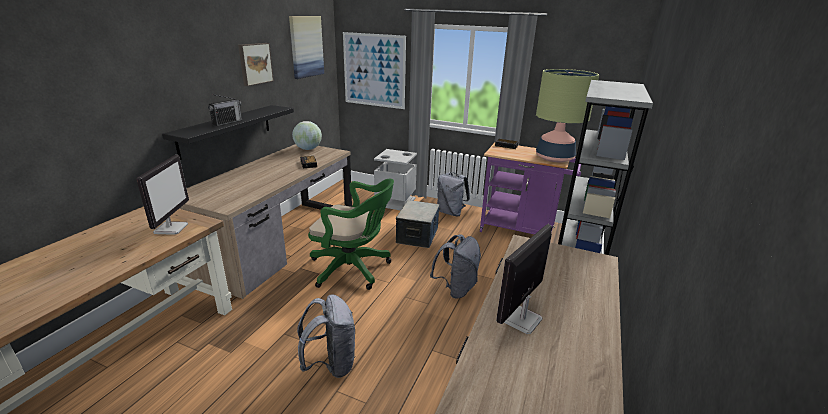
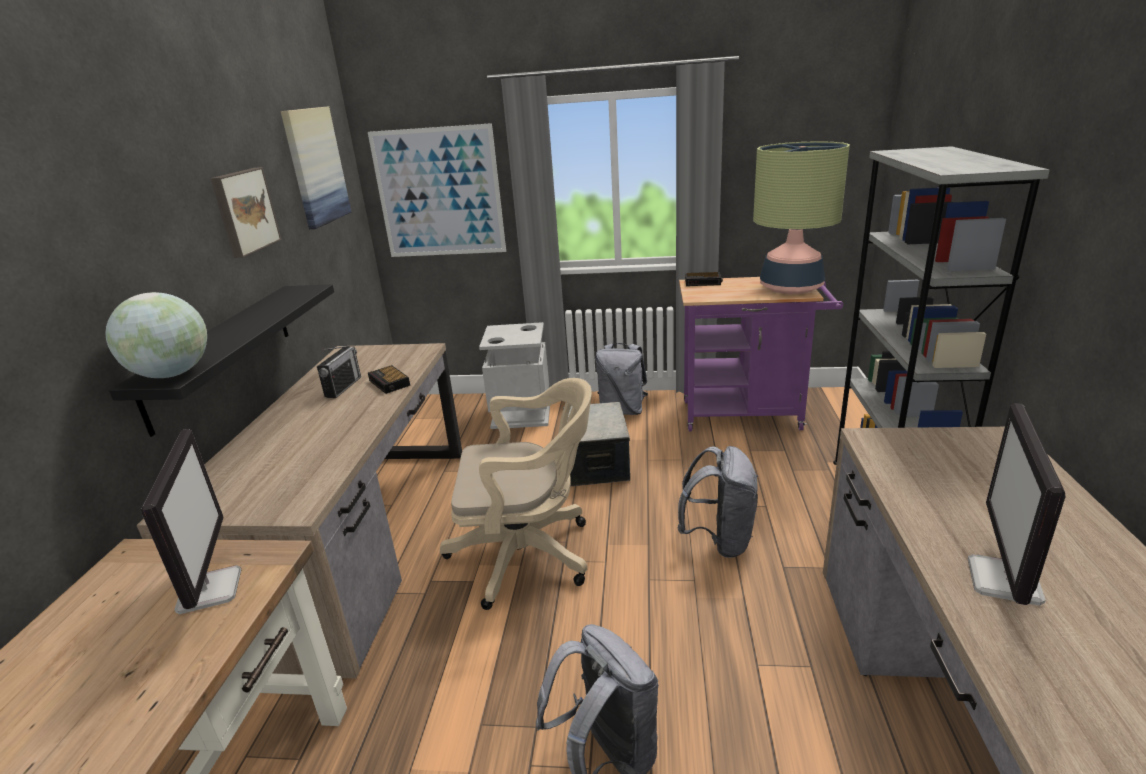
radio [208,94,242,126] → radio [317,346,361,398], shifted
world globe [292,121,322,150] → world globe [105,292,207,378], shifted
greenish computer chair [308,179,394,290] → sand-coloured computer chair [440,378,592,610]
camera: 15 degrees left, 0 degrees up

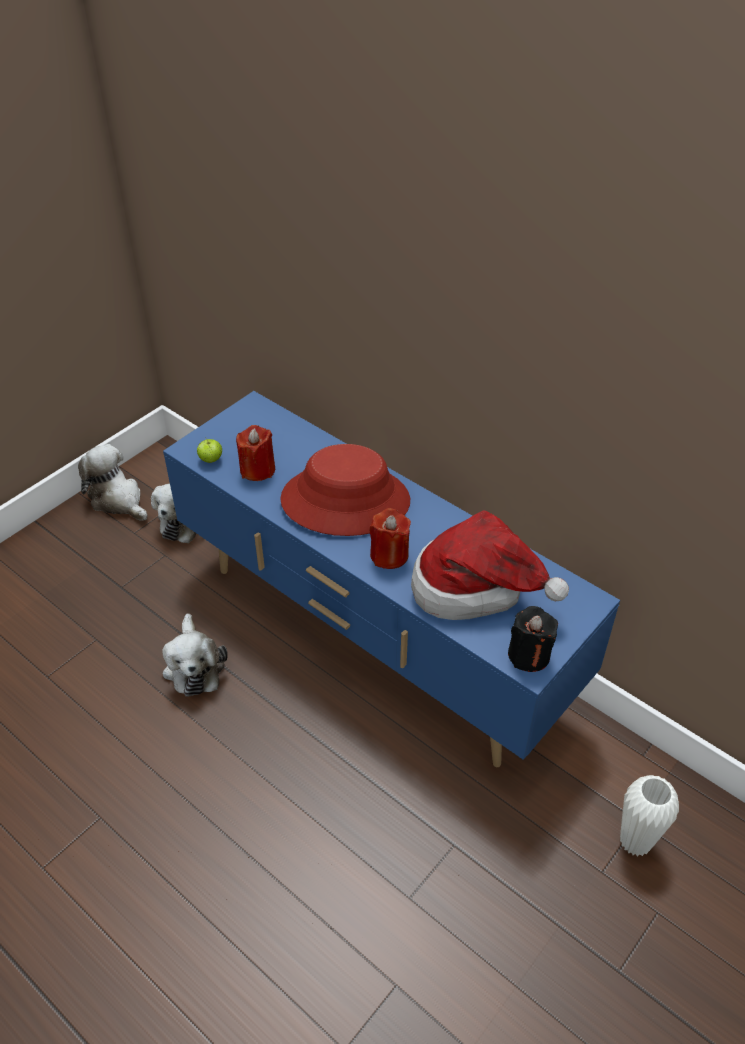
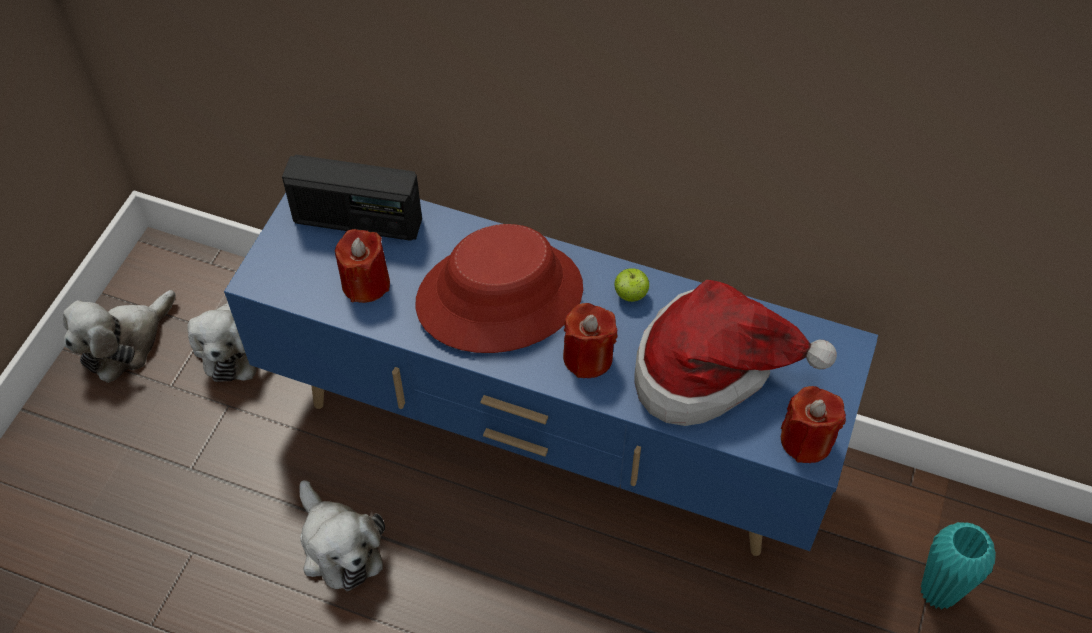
apple fruit [197,437,222,463] → apple fruit [615,268,649,302], shifted
plush toy [78,444,147,521] → plush toy [63,290,176,383], 75 degrees counterclockwise
black-coloured wax light [508,606,558,672] → red-coloured wax light [781,386,846,463]
white decorative vase [620,775,679,856] → blue-green decorative vase [921,522,996,609]
- → radio [282,155,422,241]
camera: 20 degrees left, 10 degrees up

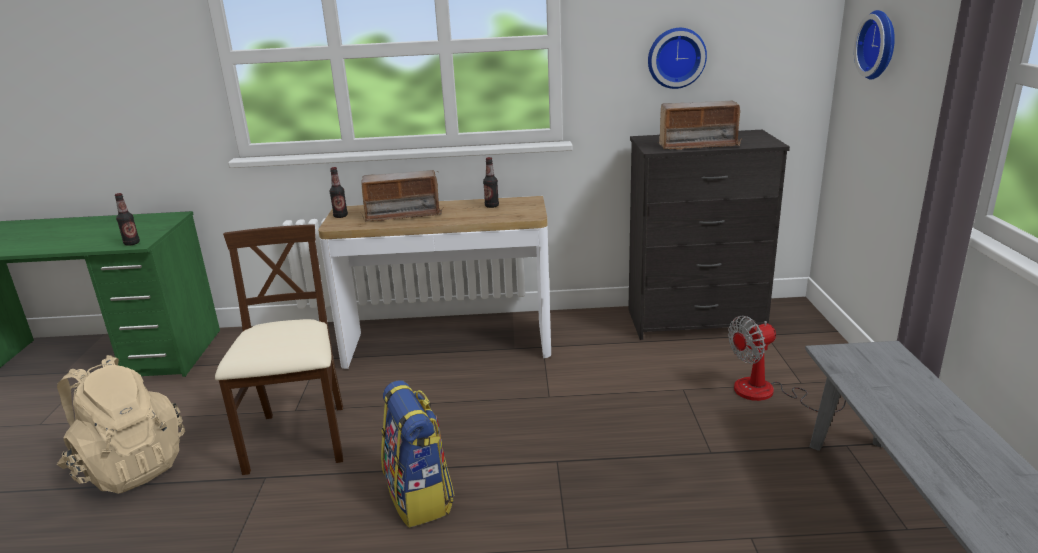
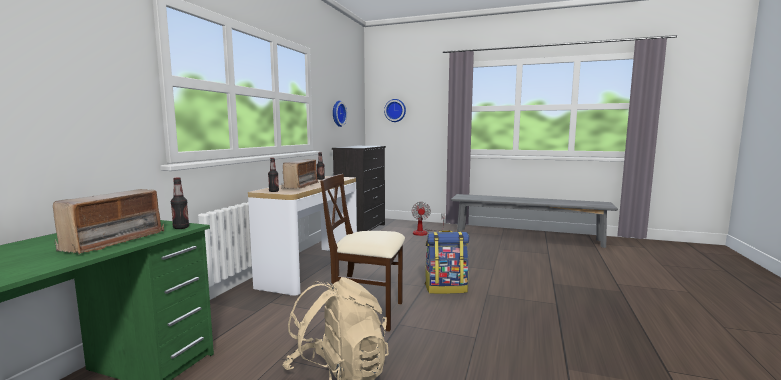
radio [657,101,742,150] → radio [53,189,164,255], shifted
camera: 70 degrees left, 15 degrees down

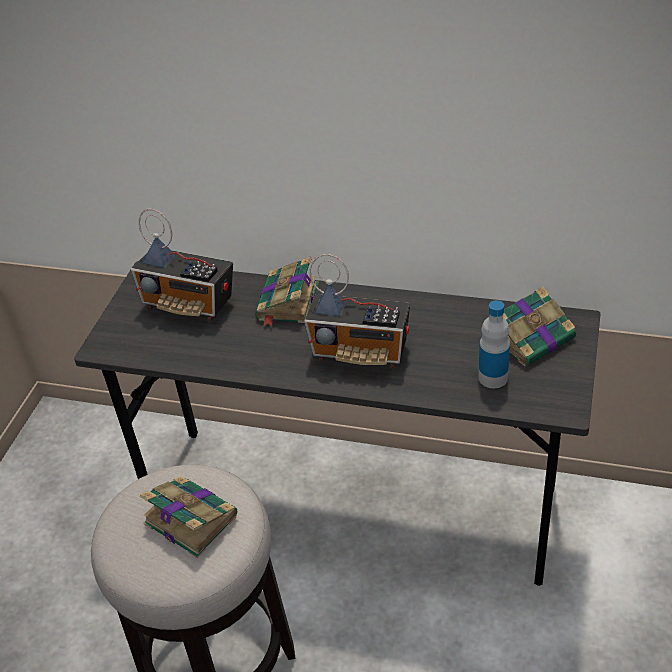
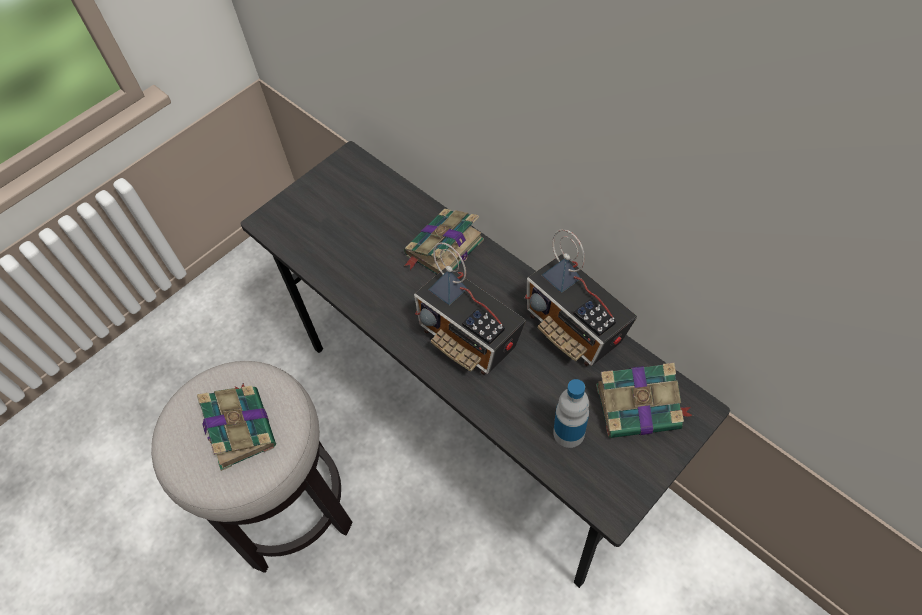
radio [131,209,233,322] → radio [525,229,637,366], shifted
camera: 30 degrees right, 15 degrees up

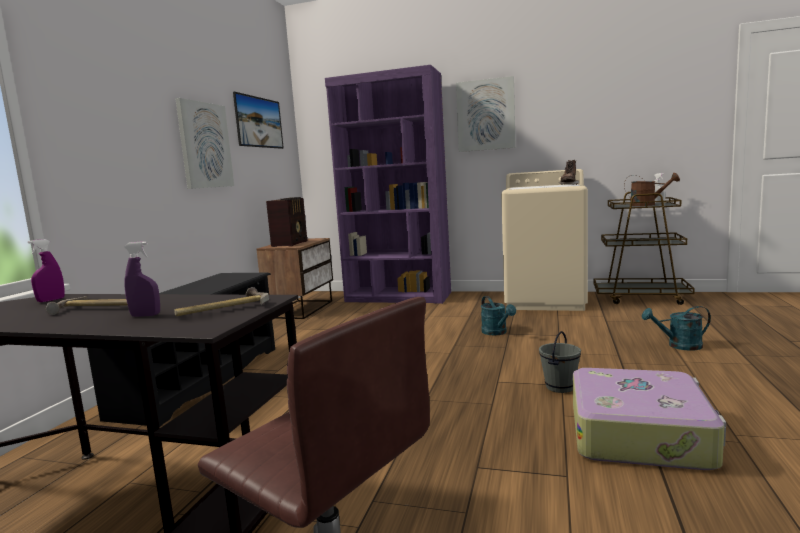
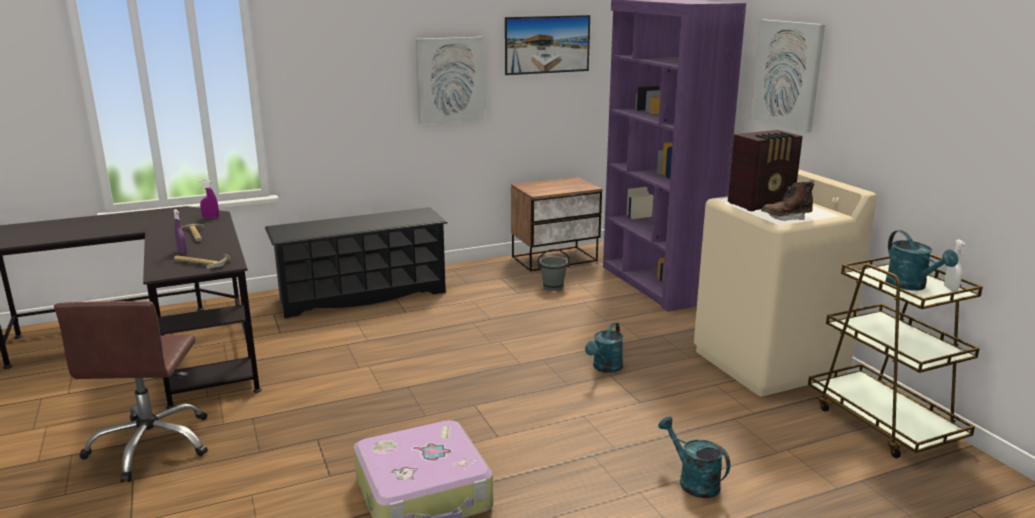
brown-coloured watering can [624,173,680,206] → blue-green watering can [885,230,958,291]
radio [266,197,307,247] → radio [728,130,803,212], shifted
greyish bucket [539,331,581,393] → greyish bucket [537,249,570,291], shifted
camera: 50 degrees right, 10 degrees up

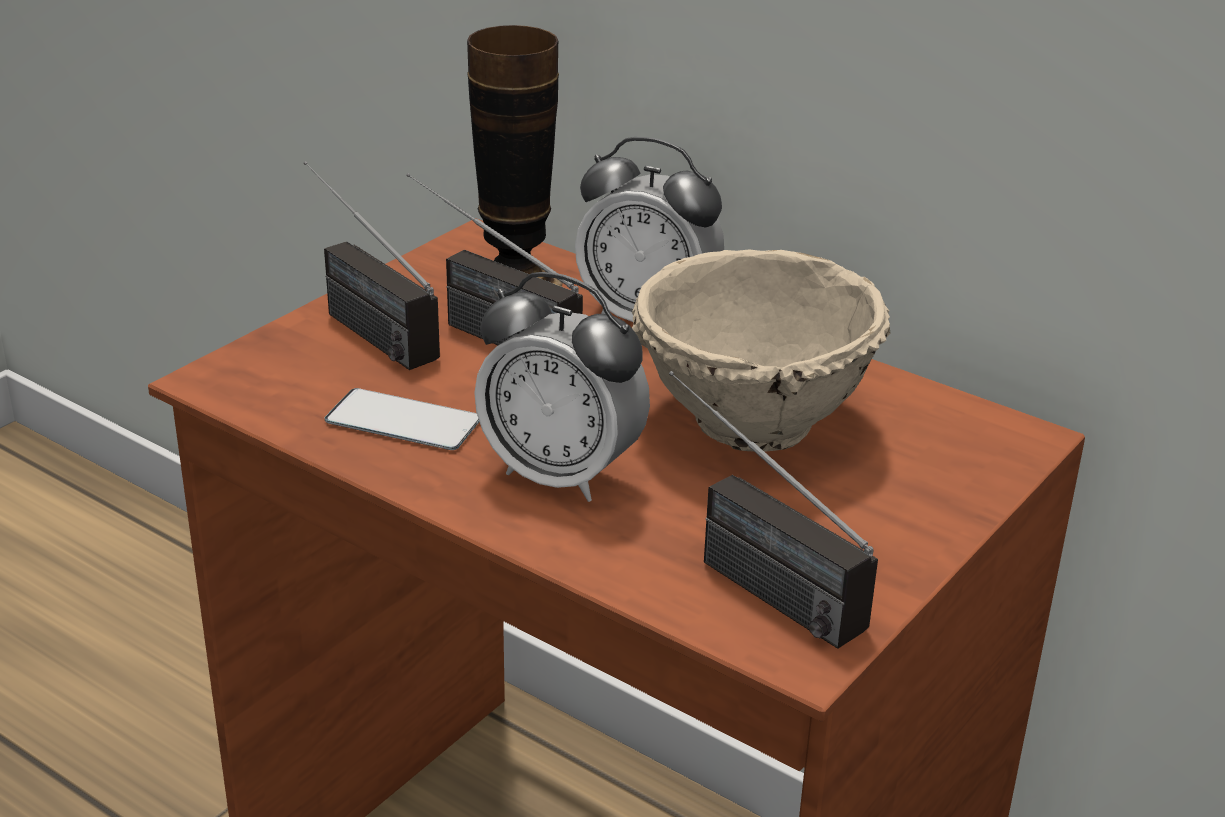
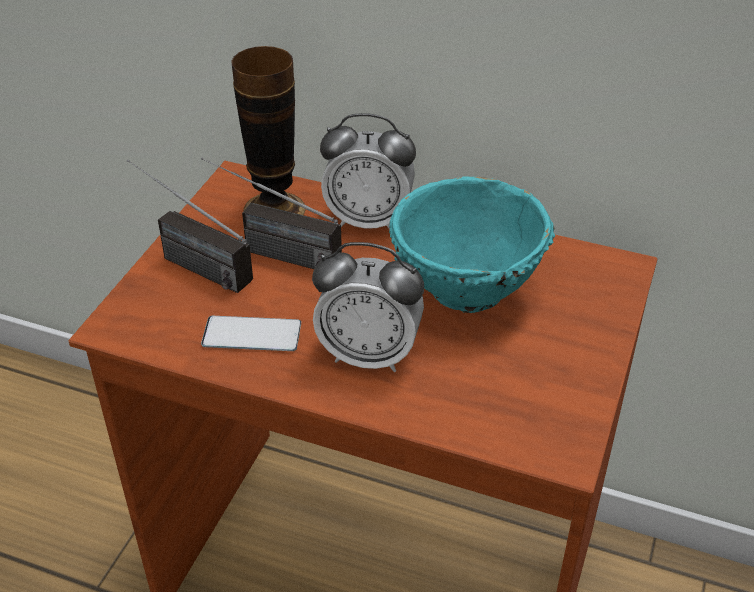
sand-coloured deep dish [632,250,891,452] → blue-green deep dish [389,176,555,313]
radio [669,371,878,649] → -
camera: 15 degrees left, 10 degrees up

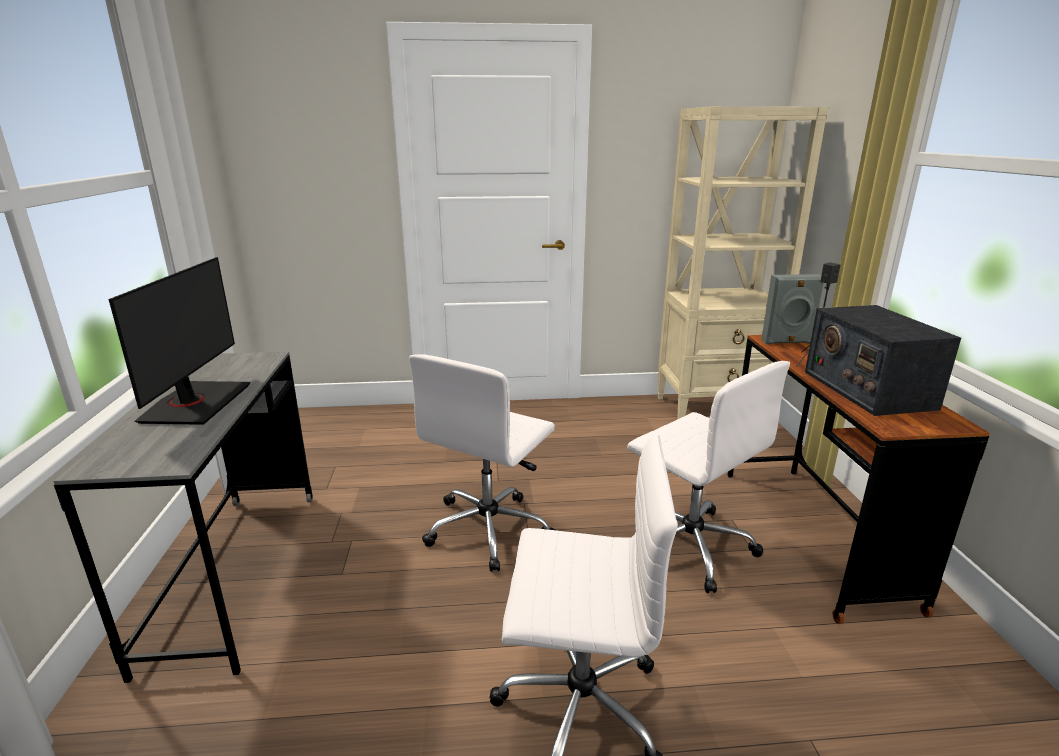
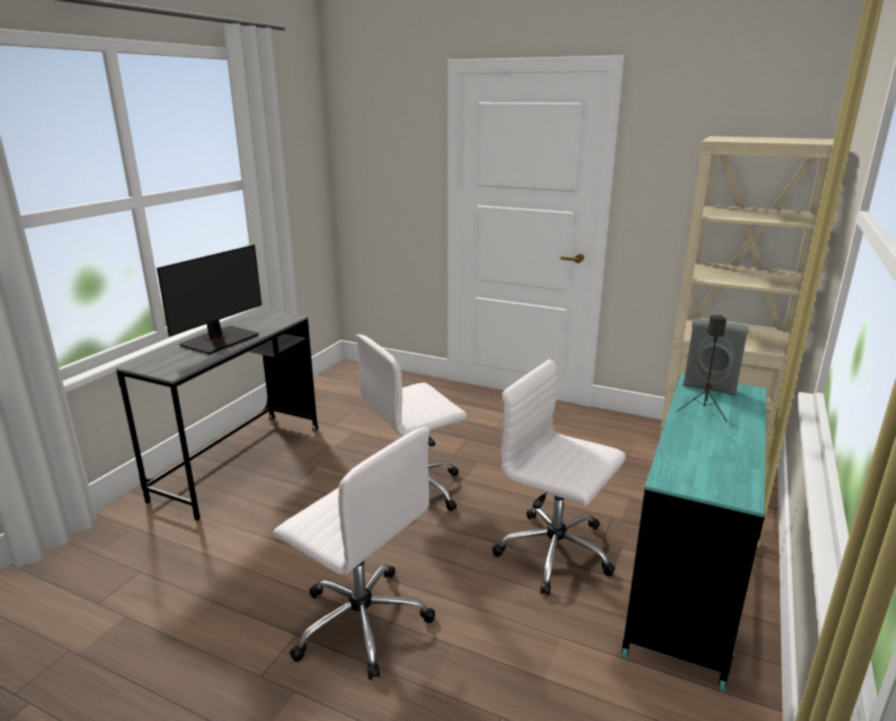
radio [805,305,961,416] → -
brown-coloured desk table [728,335,990,624] → blue-green desk table [621,374,766,692]
white computer chair [627,361,790,594] → white computer chair [492,359,626,596], 135 degrees clockwise
camera: 30 degrees right, 0 degrees up

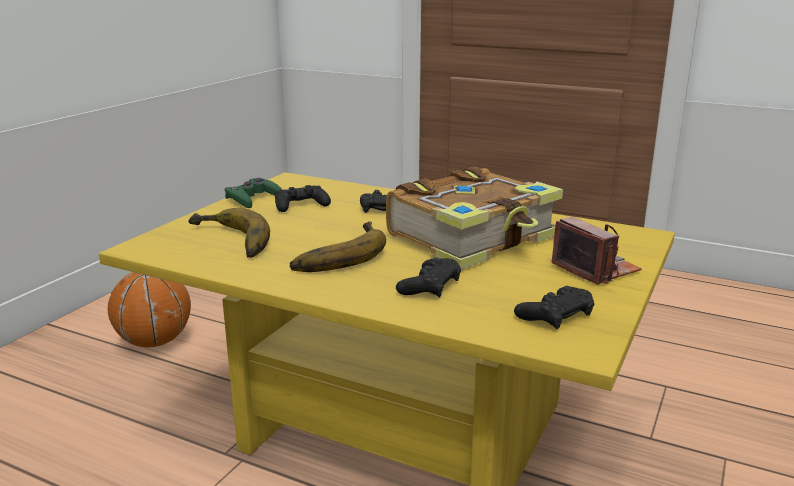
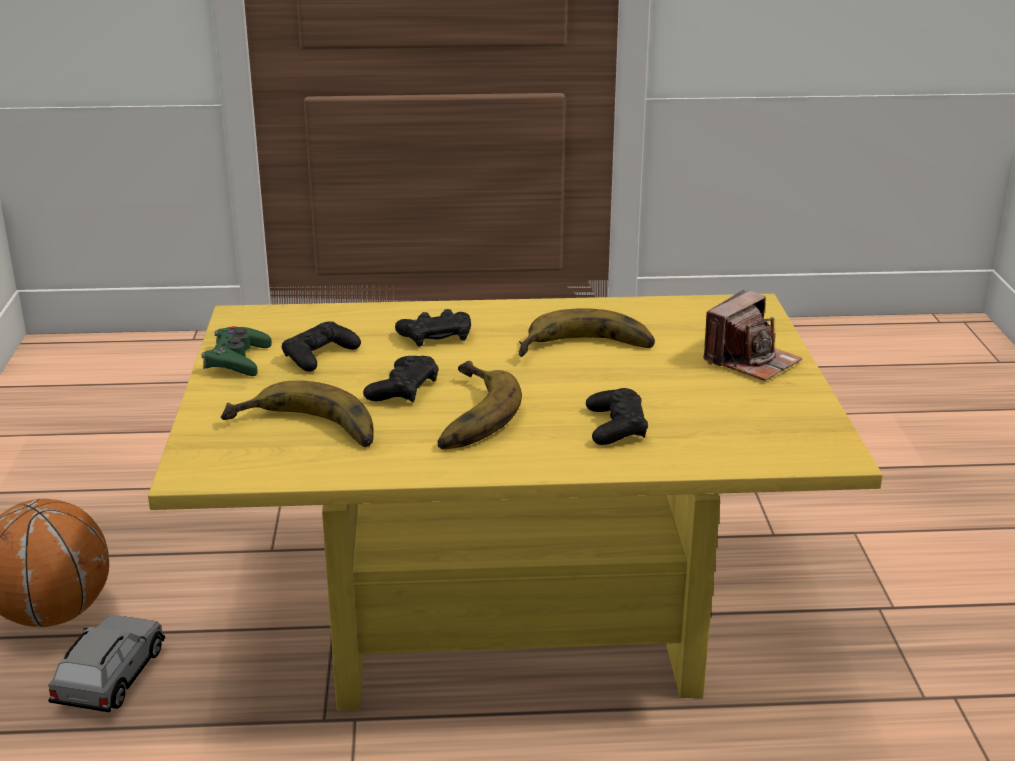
bound book [386,167,563,269] → whole banana [519,308,655,357]
photo camera [551,217,642,285] → photo camera [703,290,802,381], 105 degrees clockwise
black-coloured game controller [514,286,594,330] → black-coloured game controller [363,356,439,403], shifted
- → greyish miniature car [48,614,165,712]
camera: 30 degrees left, 5 degrees up

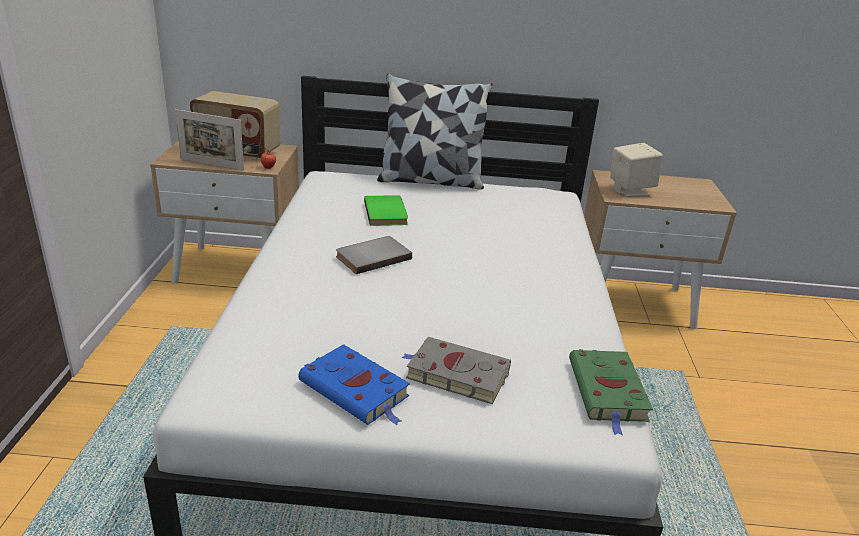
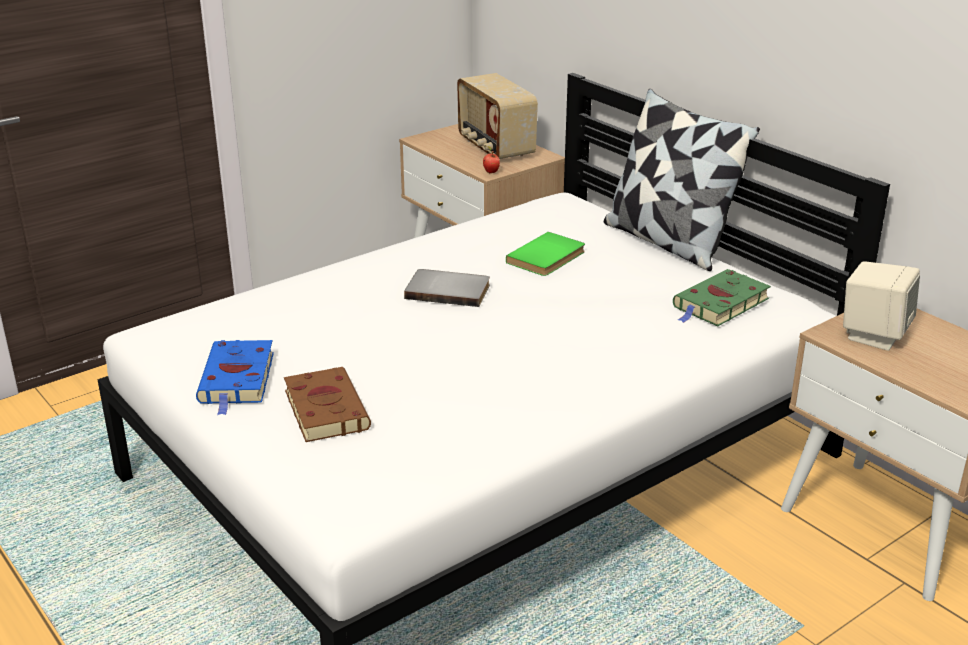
picture frame [175,109,244,171] → -
greyish bound book [401,337,511,404] → brown-coloured bound book [284,367,371,442]
greenish bound book [569,349,653,435] → greenish bound book [673,269,771,326], shifted
camera: 50 degrees right, 0 degrees up

